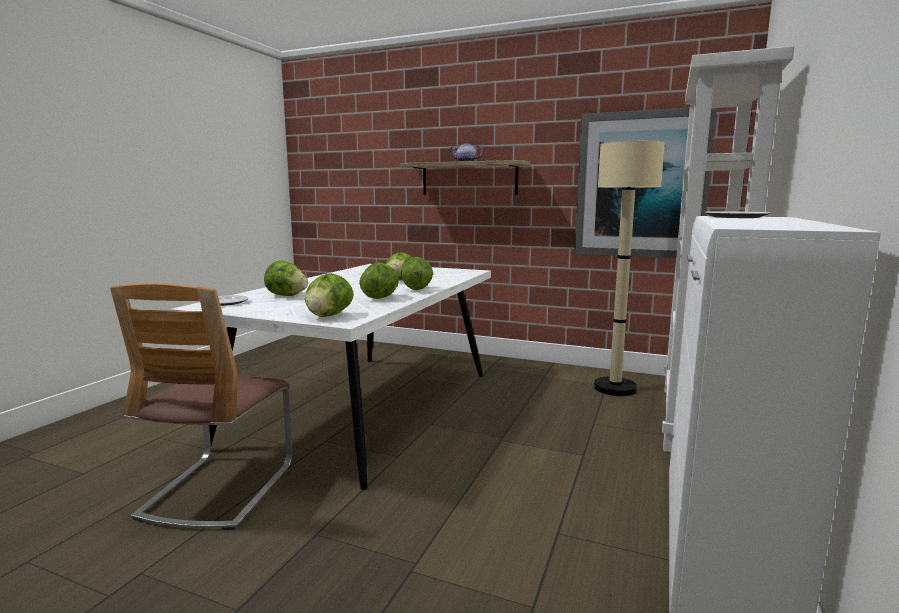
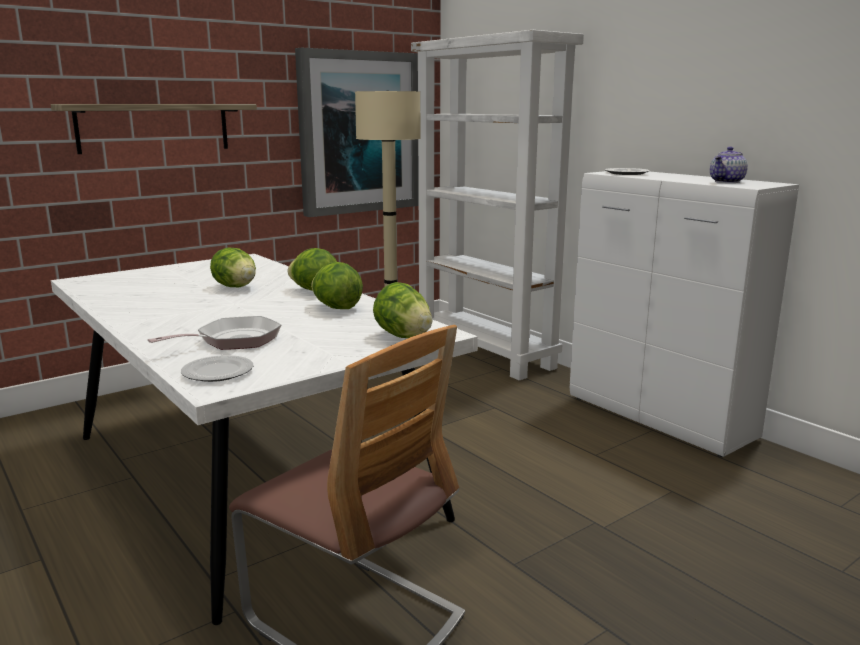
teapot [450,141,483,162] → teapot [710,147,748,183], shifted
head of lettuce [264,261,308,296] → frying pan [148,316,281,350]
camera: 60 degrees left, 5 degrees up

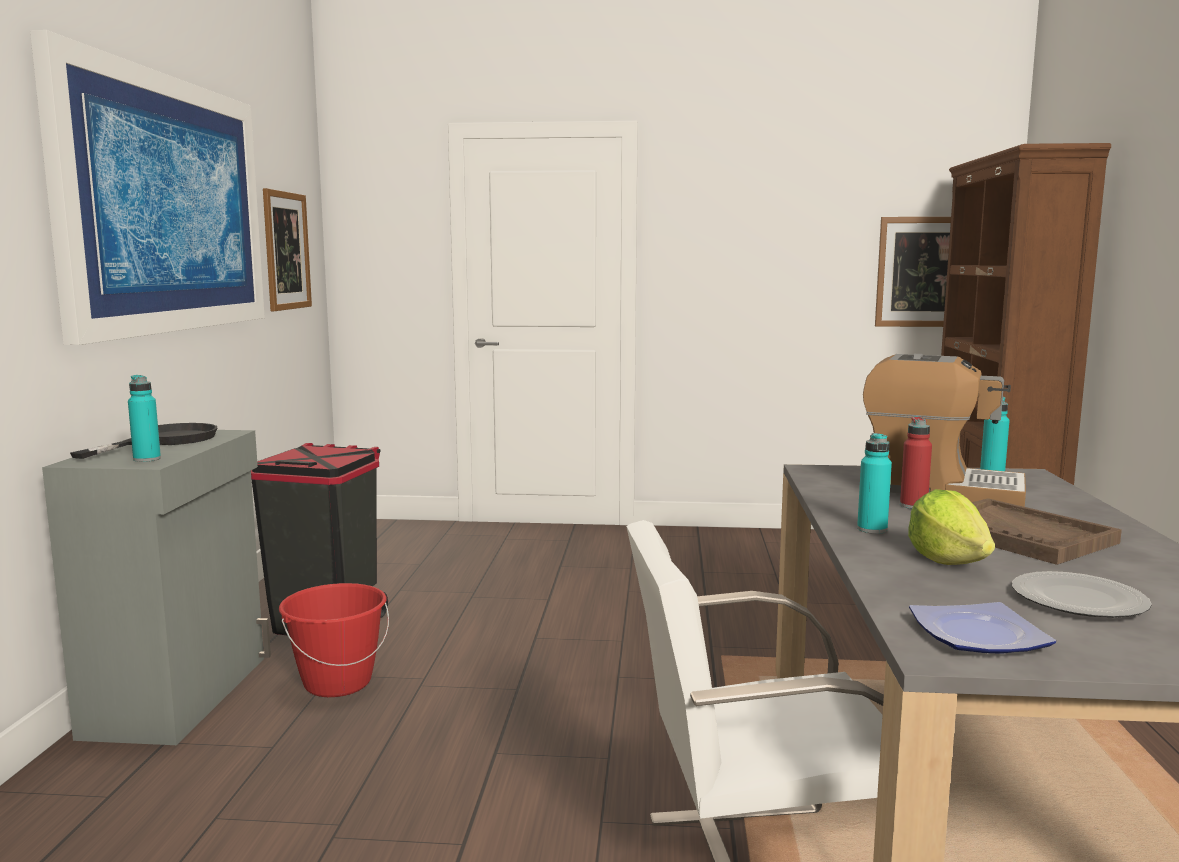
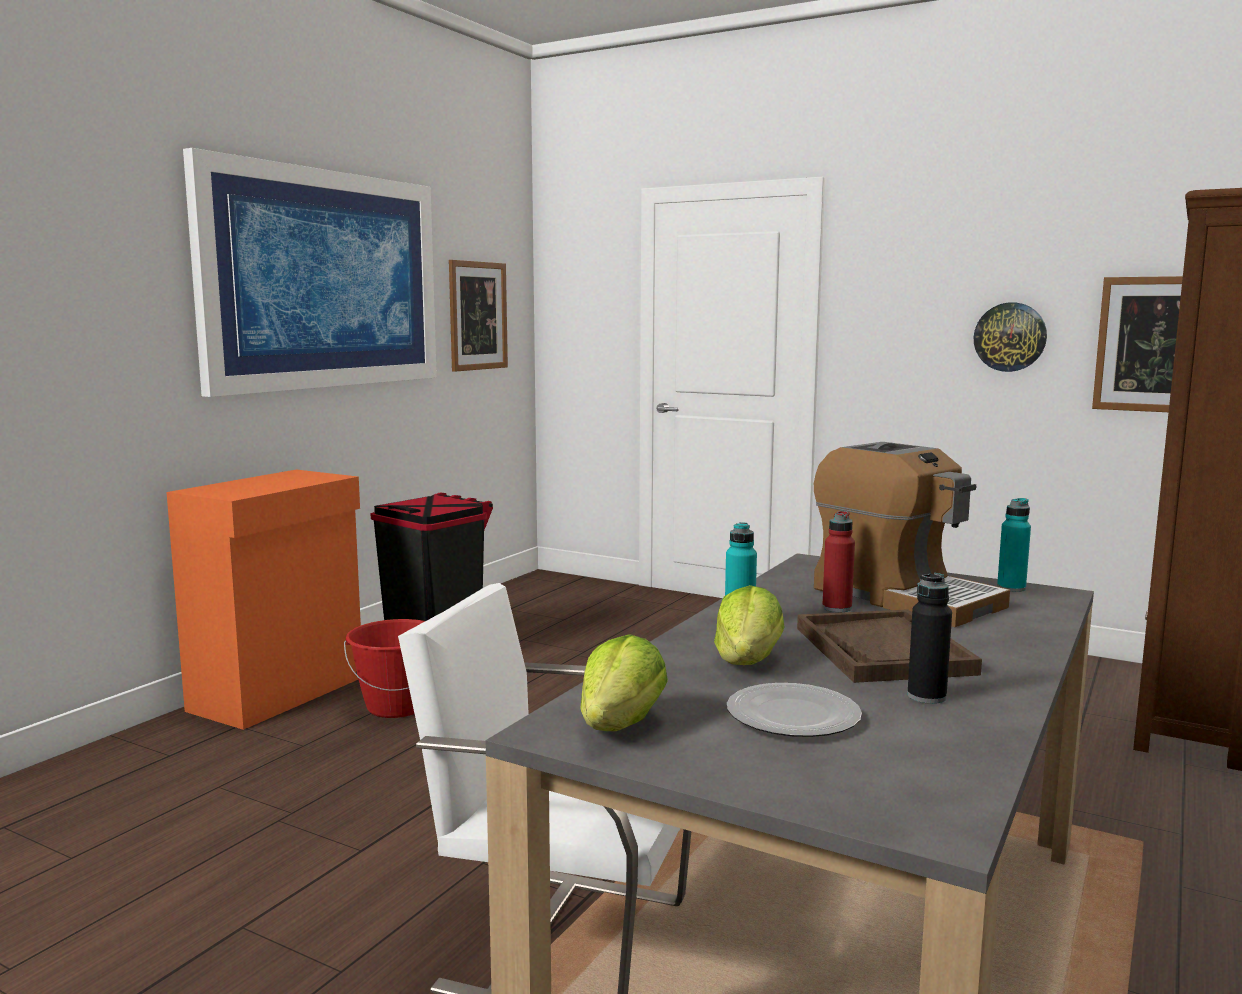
blue-green drink bottle [128,375,161,462] → -
black-coloured frying pan [70,423,217,459] → -
greyish storage cabinet [42,430,271,745] → orange storage cabinet [166,470,361,730]
dinner plate [909,602,1056,654] → head of lettuce [580,634,668,731]
- → clock on the wall [974,303,1047,372]
- → black-coloured drink bottle [907,573,952,704]
camera: 25 degrees right, 0 degrees up

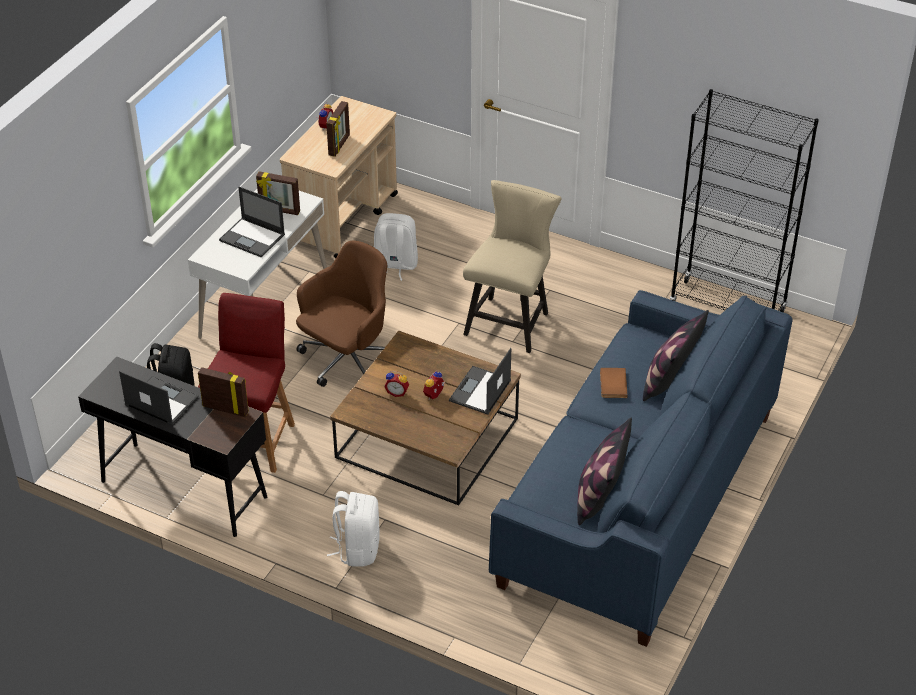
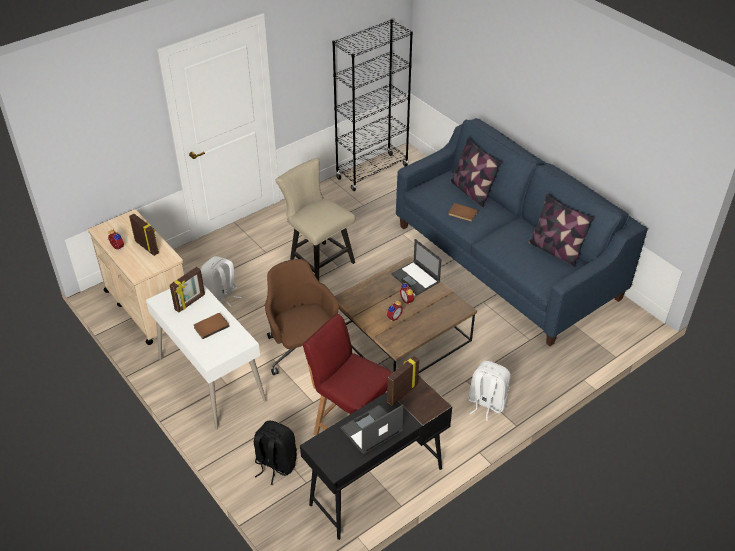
portable computer [219,187,285,257] → brown-coloured bound book [194,313,230,339]
camera: 65 degrees left, 0 degrees up

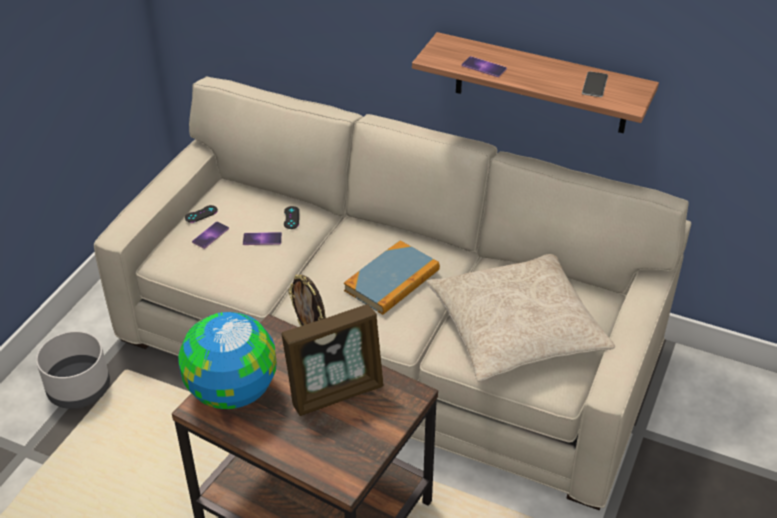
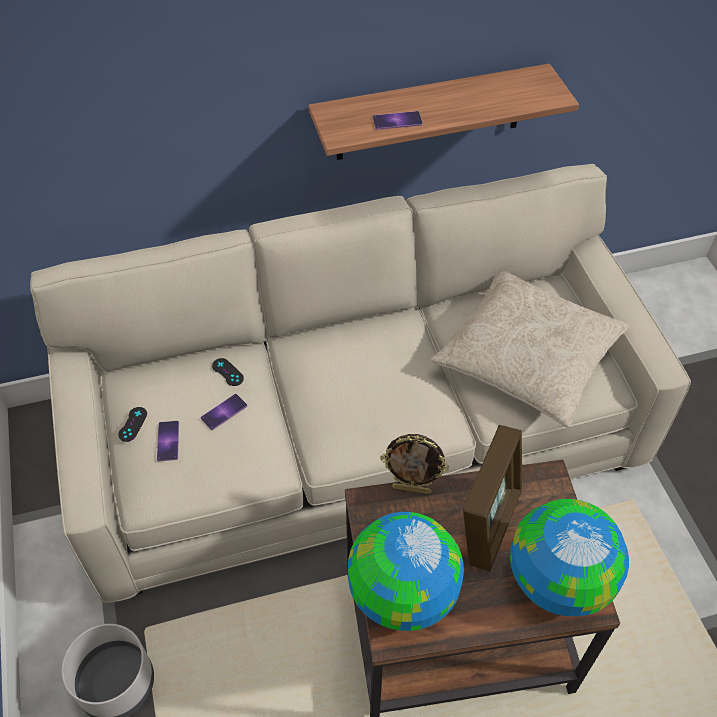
phone [582,71,608,97] → -
bound book [344,241,440,315] → -
- → world globe [510,499,629,616]
camera: 40 degrees left, 10 degrees up

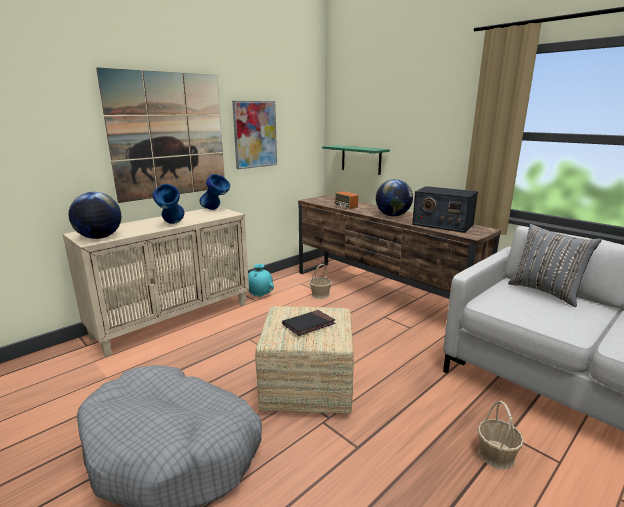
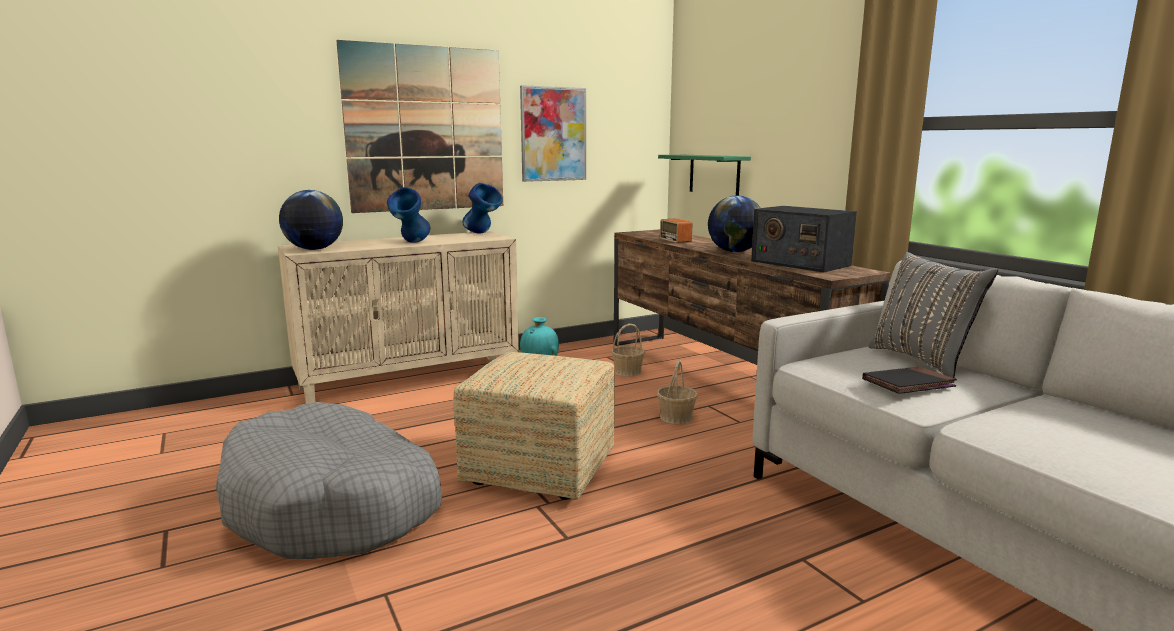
black-coloured bound book [282,310,335,336] → black-coloured bound book [862,366,957,394], shifted
household basket [478,401,524,469] → household basket [657,360,698,424], shifted
camera: 15 degrees right, 5 degrees down

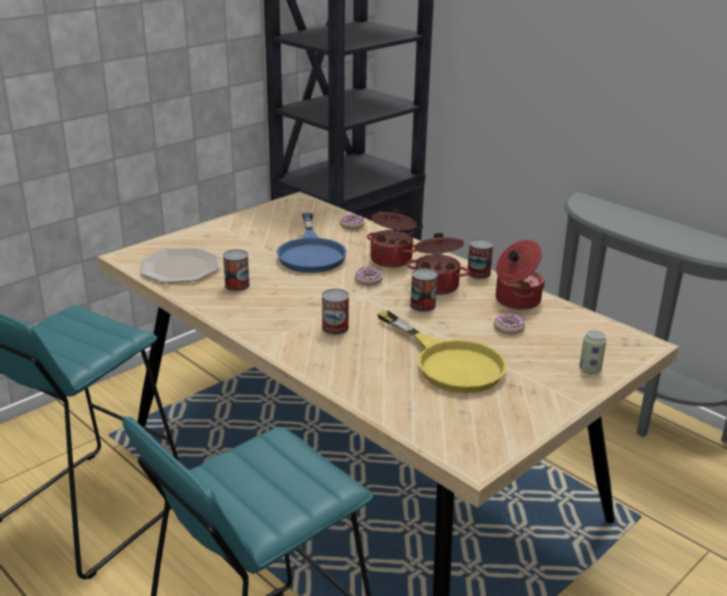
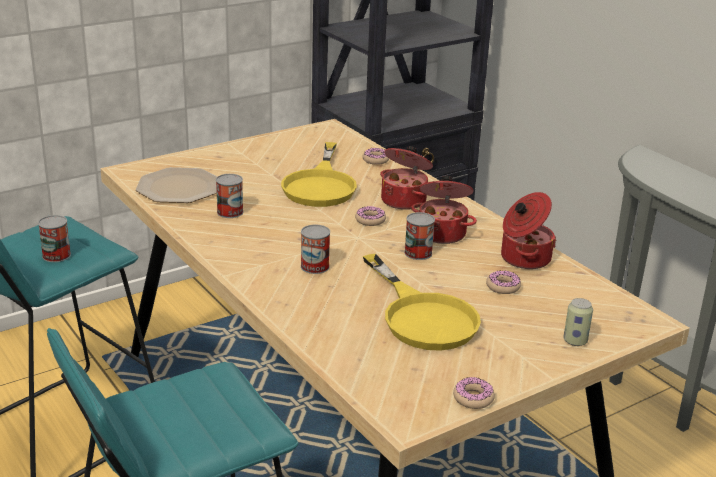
blue frying pan [276,213,347,273] → yellow-coloured frying pan [281,142,357,207]
sealed can [468,239,494,279] → sealed can [38,215,71,262], shifted
- → doughnut [453,377,495,409]
camera: 10 degrees right, 0 degrees up

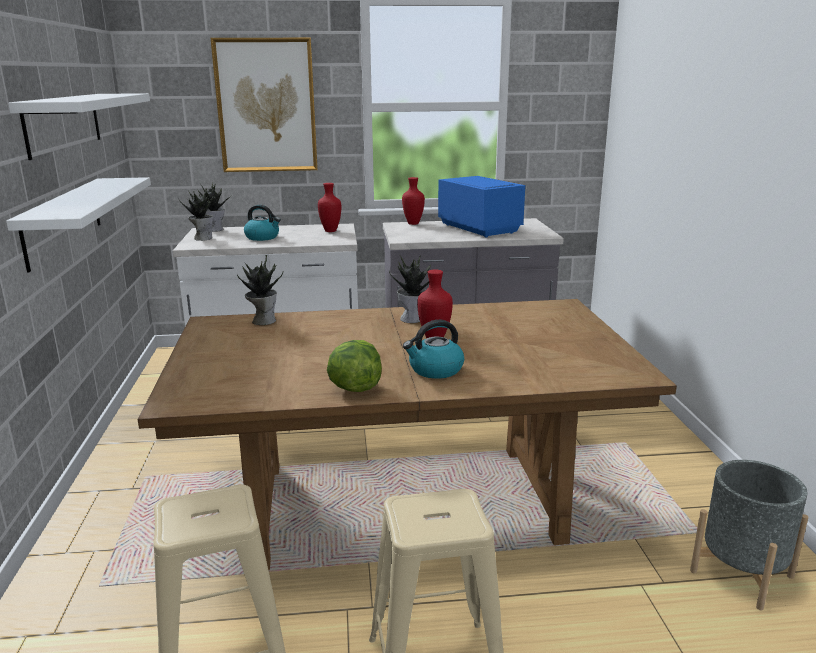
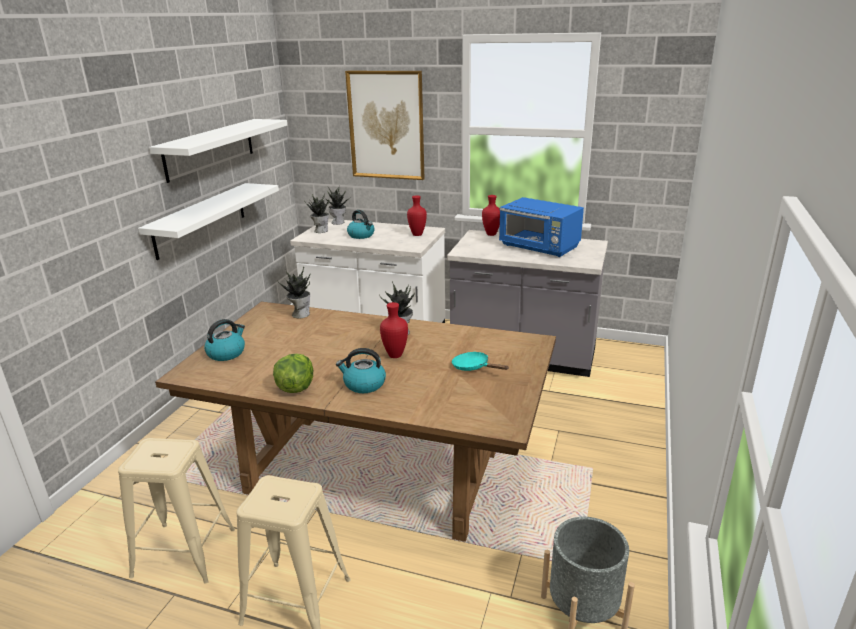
blue microwave [438,176,527,238] → blue microwave [499,197,584,257], 135 degrees clockwise
- → kettle [204,319,245,361]
- → blue-green frying pan [452,352,509,371]
camera: 25 degrees right, 5 degrees up

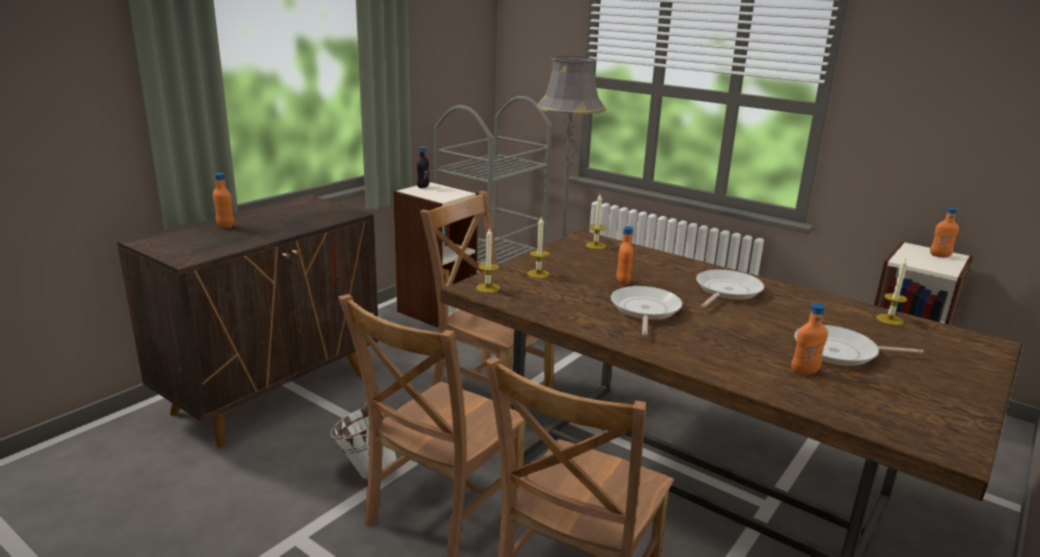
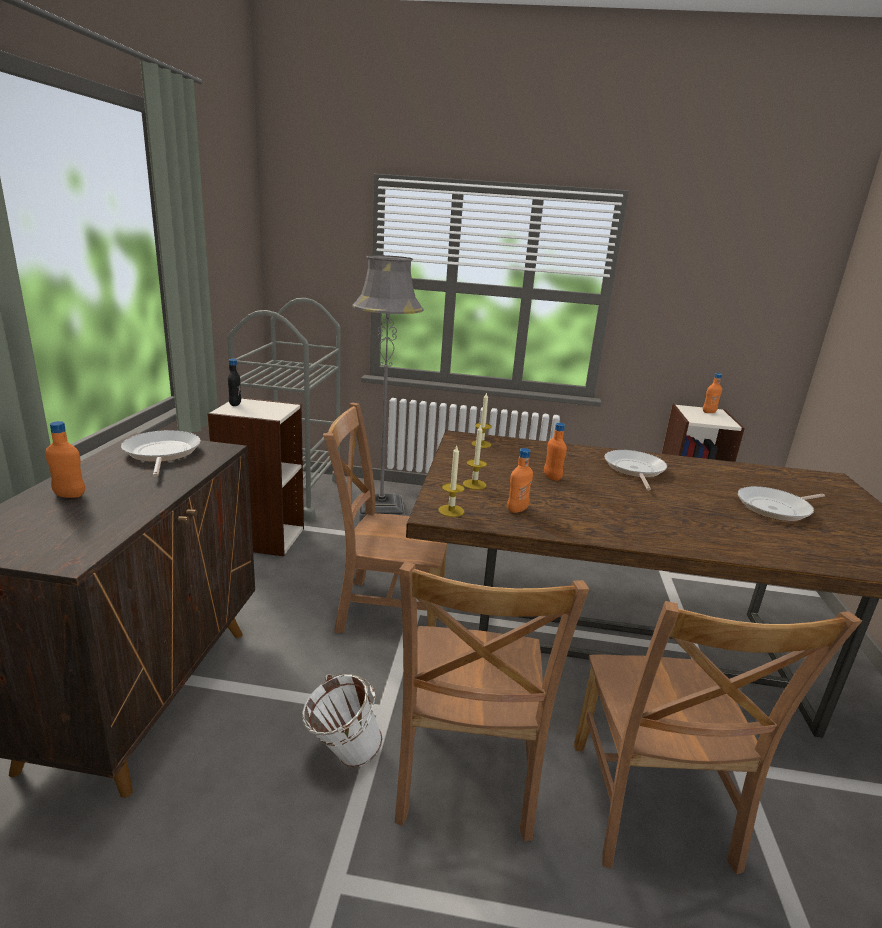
wax light [876,257,907,325] → -
frying pan [611,286,682,336] → frying pan [121,430,201,477], shifted
orange drink bottle [791,303,828,375] → orange drink bottle [507,448,533,513], shifted
camera: 30 degrees left, 0 degrees up

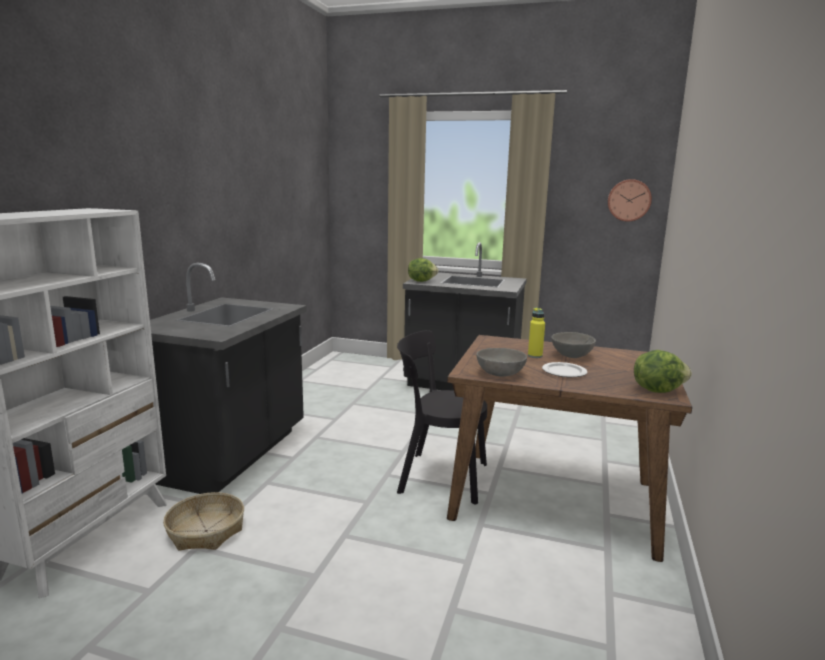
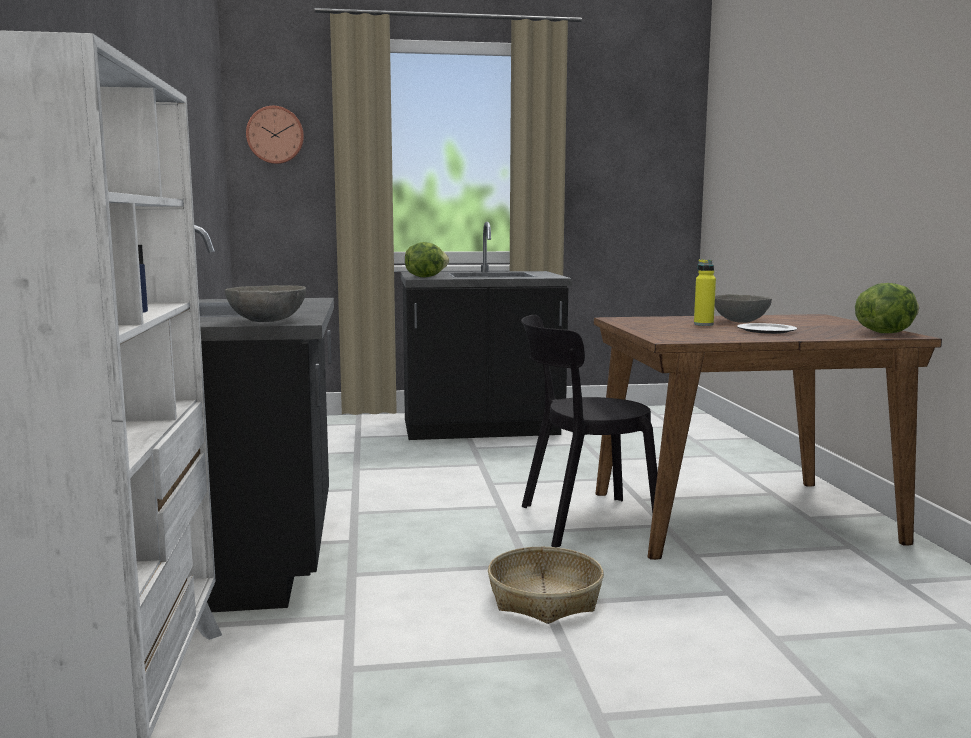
clock on the wall [608,179,652,222] → clock on the wall [246,106,304,164], shifted
greyish deep dish [476,348,527,377] → greyish deep dish [225,285,306,322], shifted
household basket [163,492,244,551] → household basket [488,547,604,624], shifted
camera: 25 degrees left, 5 degrees down

